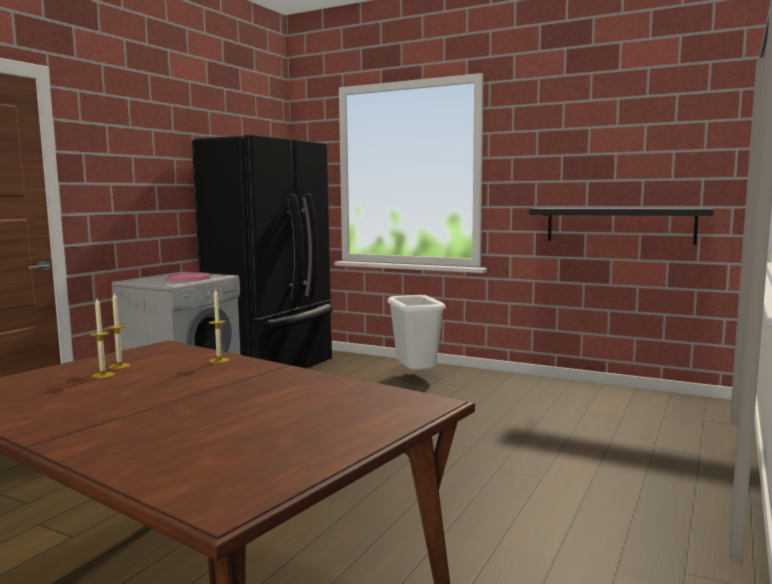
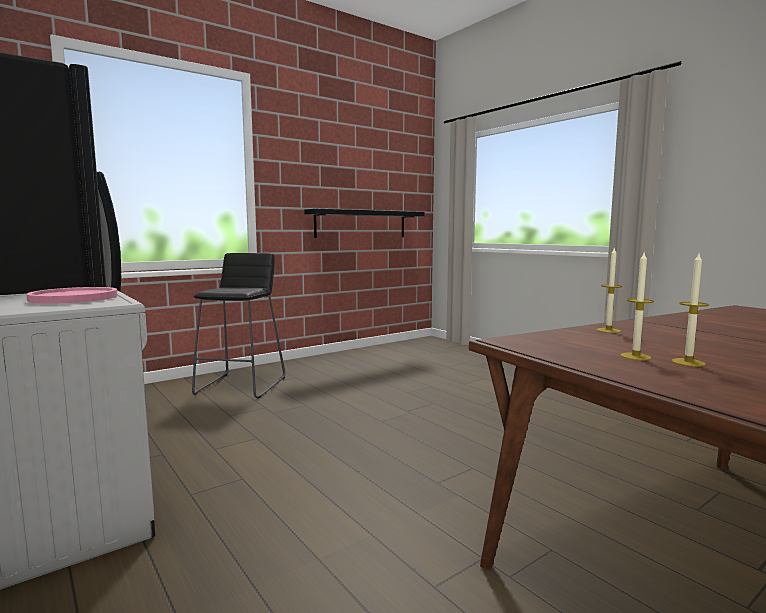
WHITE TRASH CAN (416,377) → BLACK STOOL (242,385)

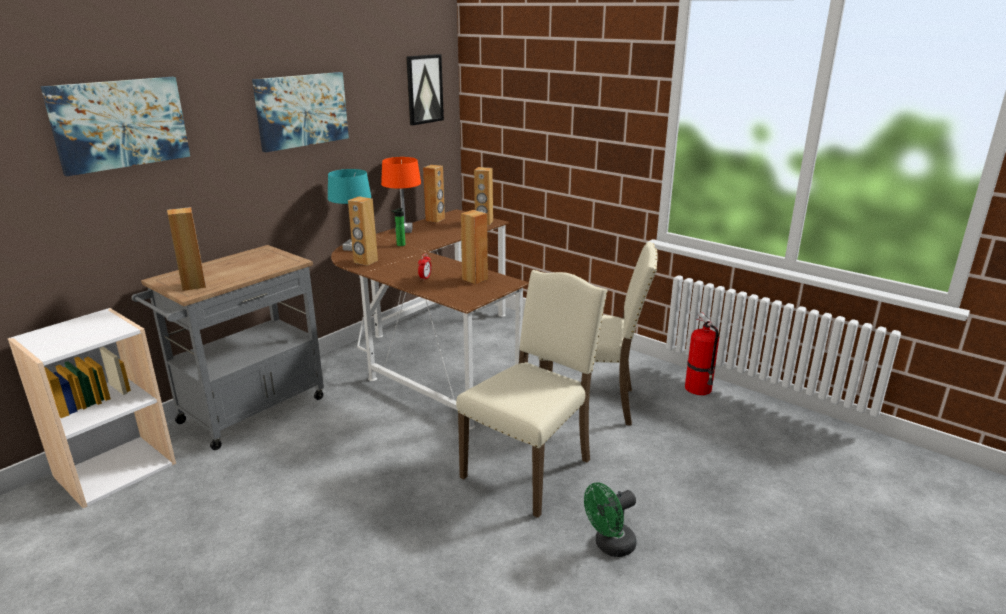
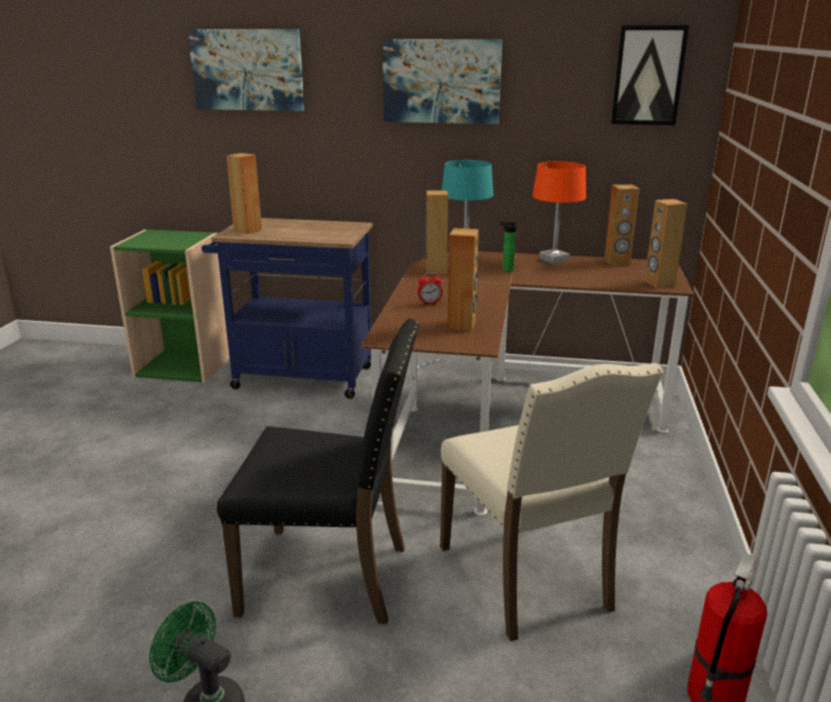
GREY CART (248,412) → BLUE CART (299,378)
BEIGE CHAIR (531,468) → BLACK CHAIR (330,577)
WHITE BOOKCASE (116,468) → GREEN BOOKCASE (185,365)

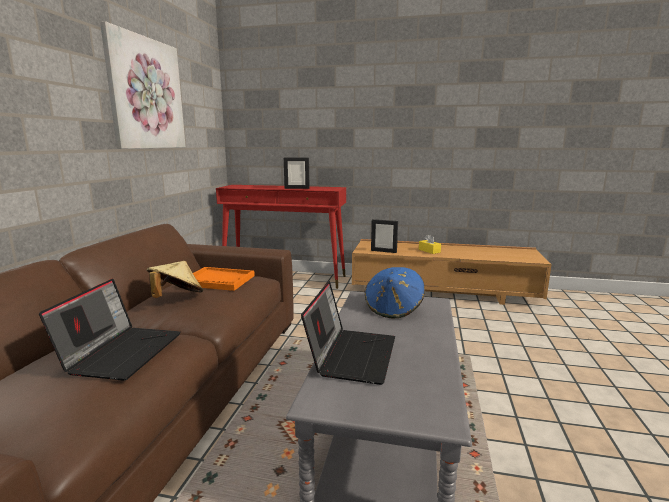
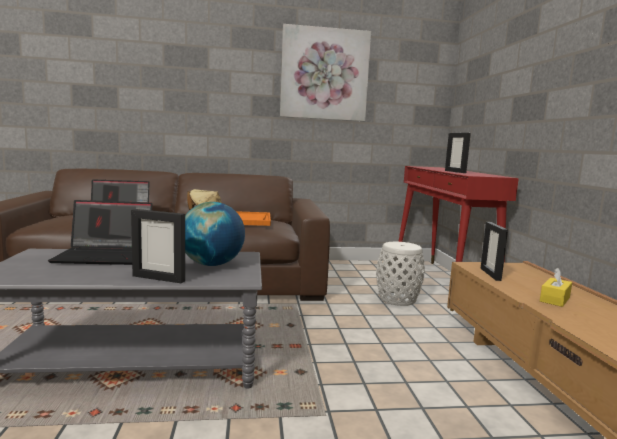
BLUE HAT (394,309) → GLOBE (212,264)
- → PICTURE FRAME (159,278)
- → WHITE STOOL (397,299)

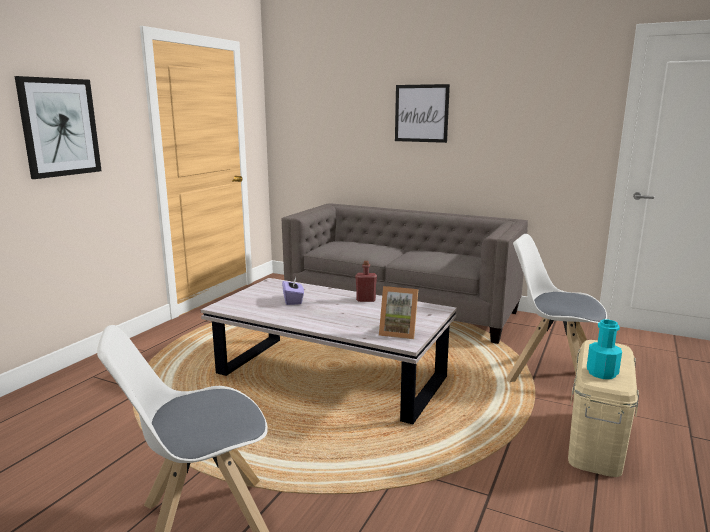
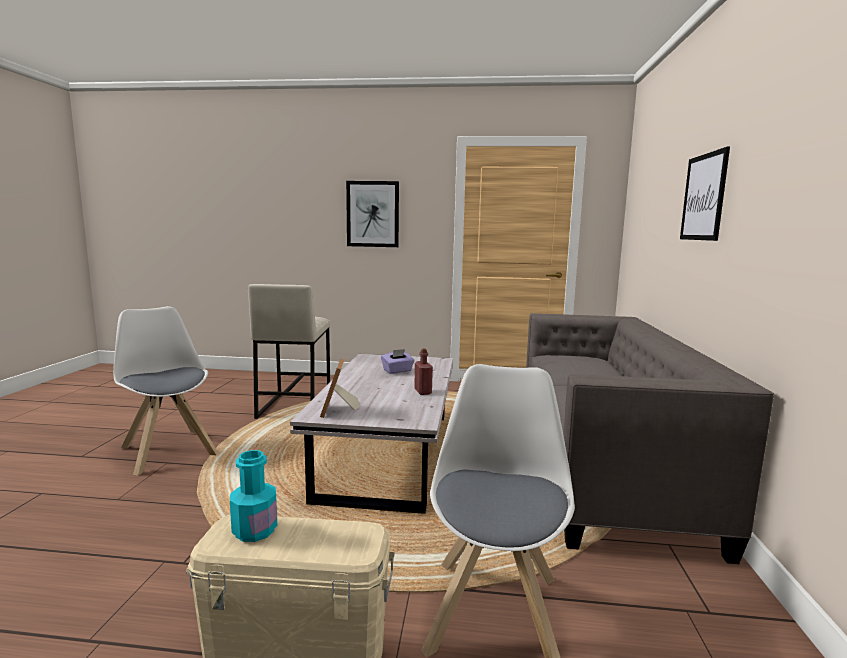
- → BEIGE STOOL (294,406)

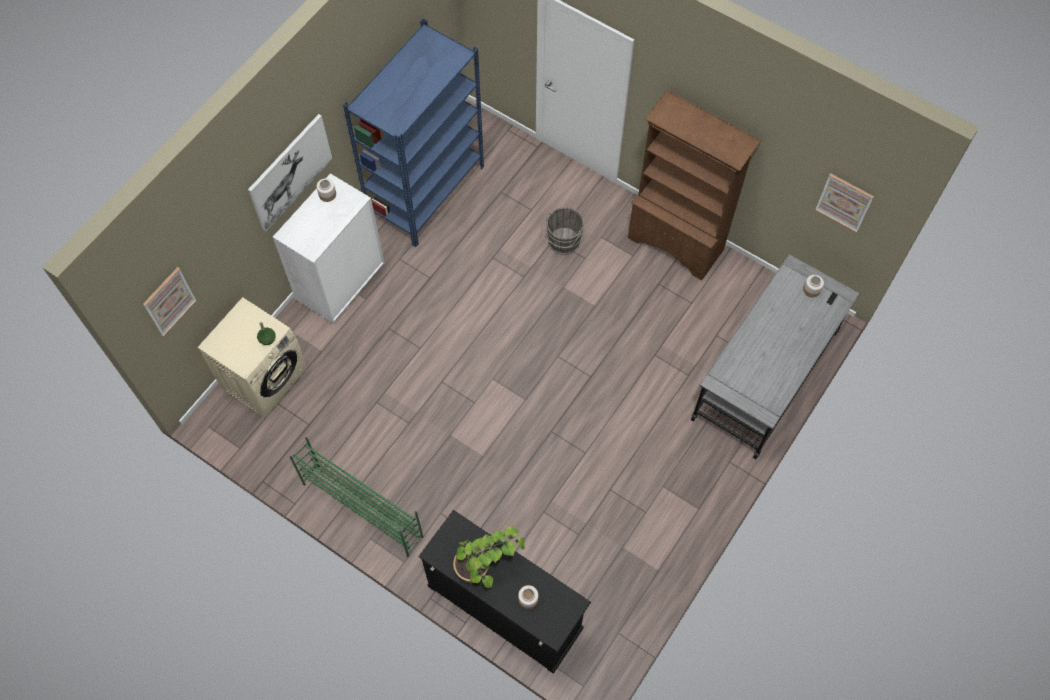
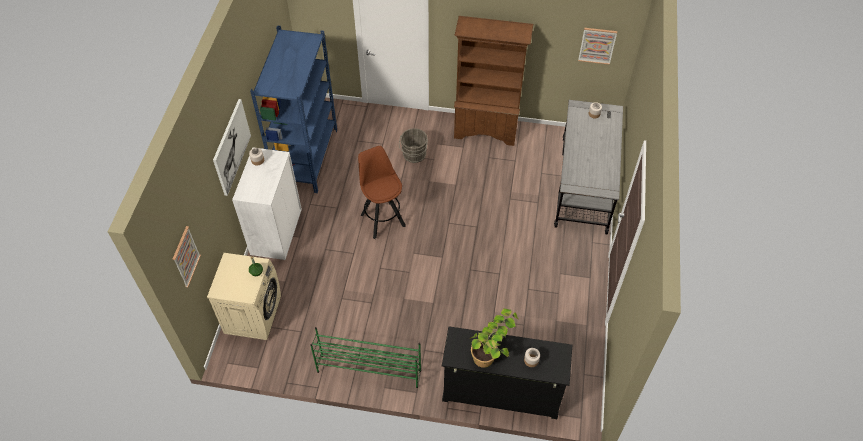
- → BROWN STOOL (382,219)

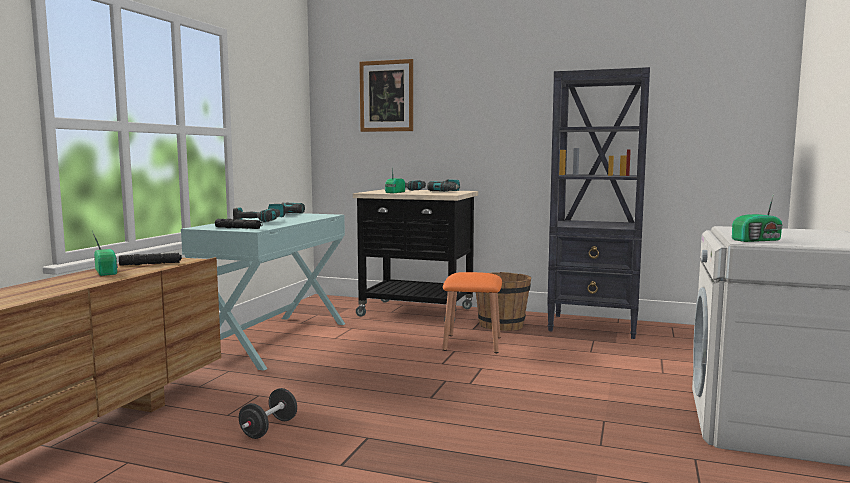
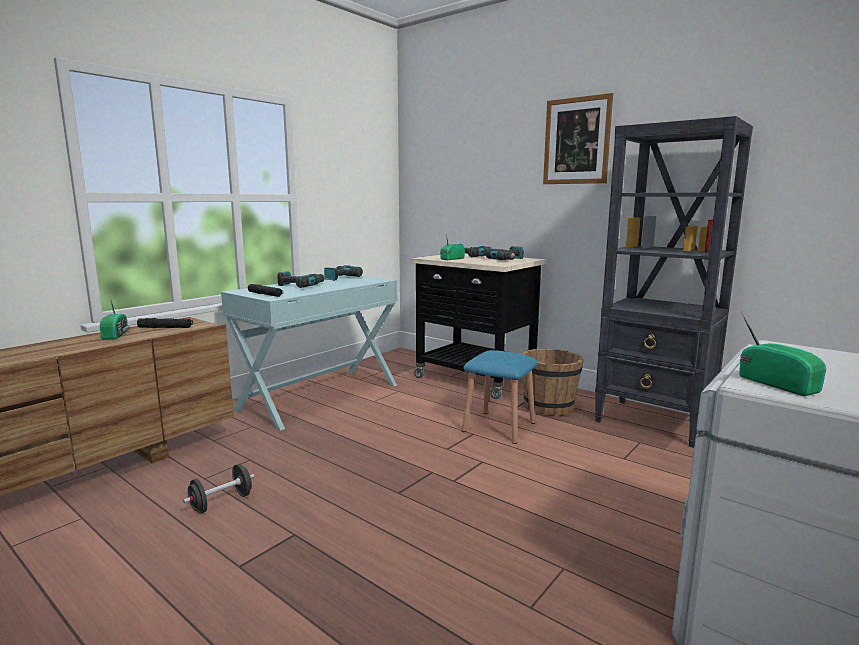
PICTURE (386,96) → PICTURE (576,141), move
RADIO (758,240) → RADIO (776,383), 120 degrees counterclockwise
ORANGE STOOL (472,343) → BLUE STOOL (499,427)

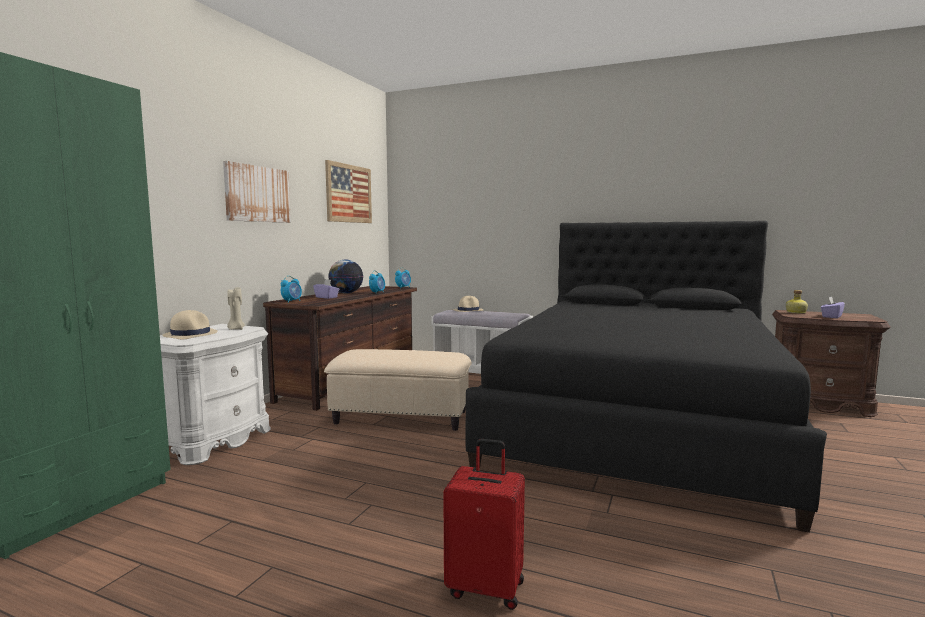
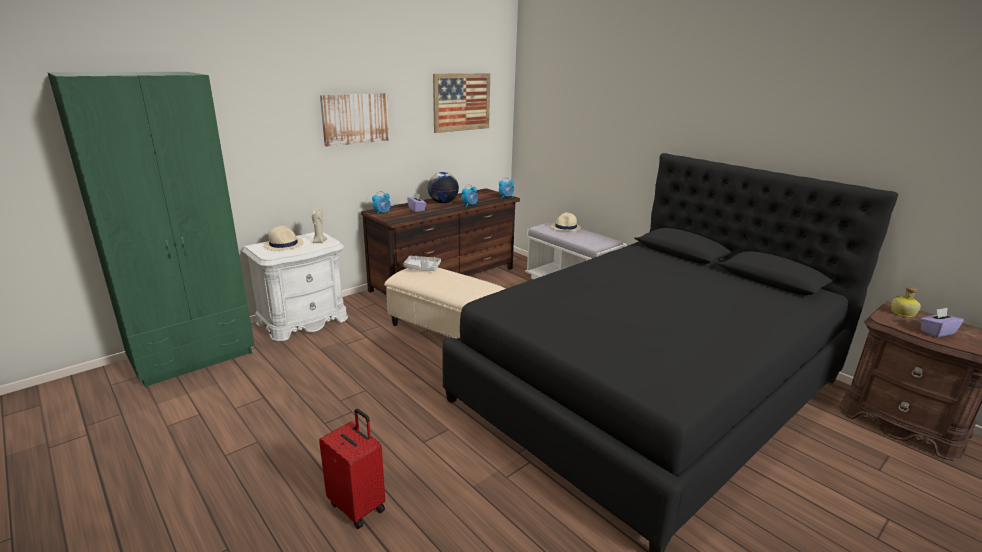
- → GREY TRAY (422,268)

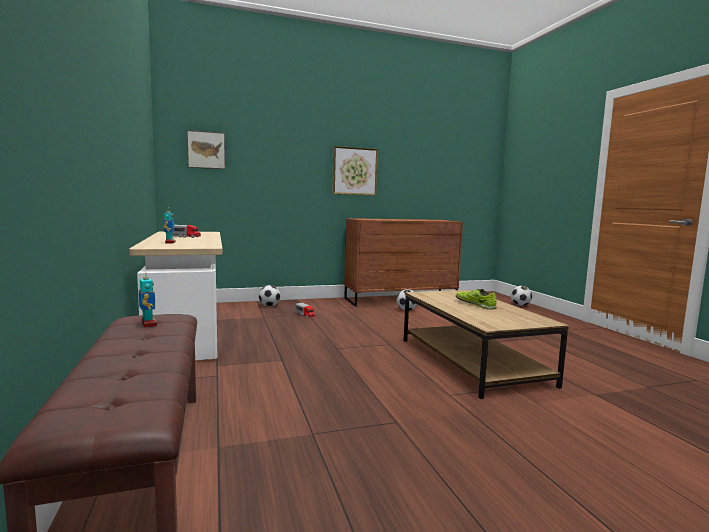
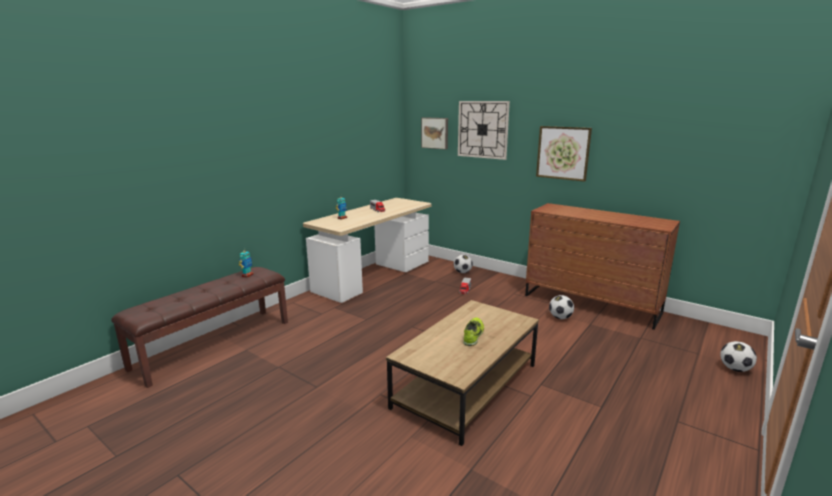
- → WALL CLOCK (482,129)

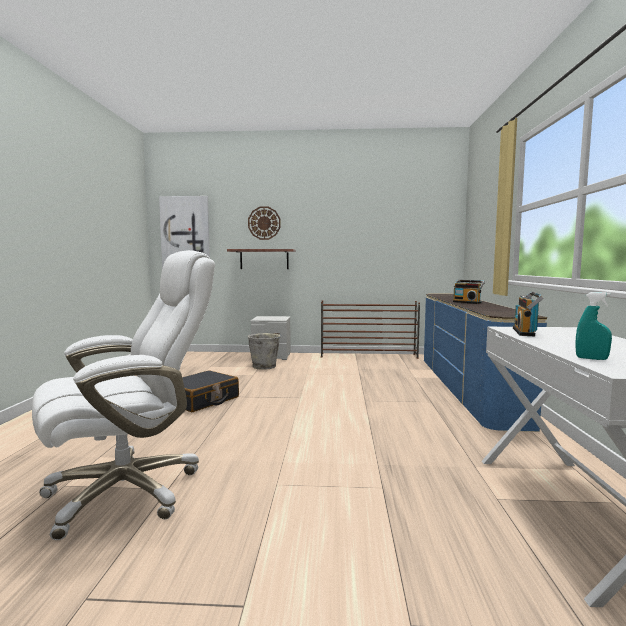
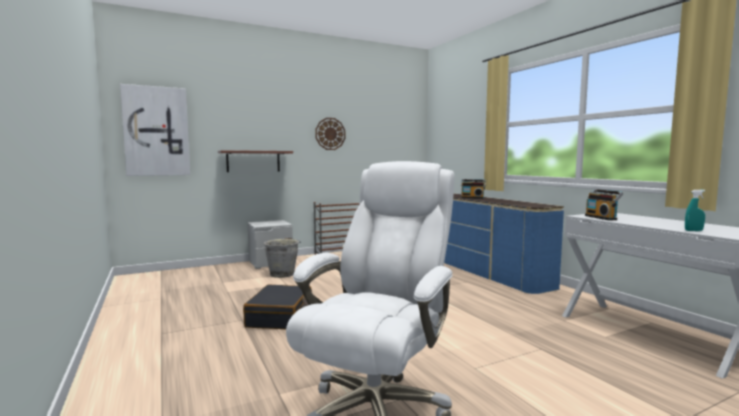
WALL CLOCK (264,223) → WALL CLOCK (330,134), move

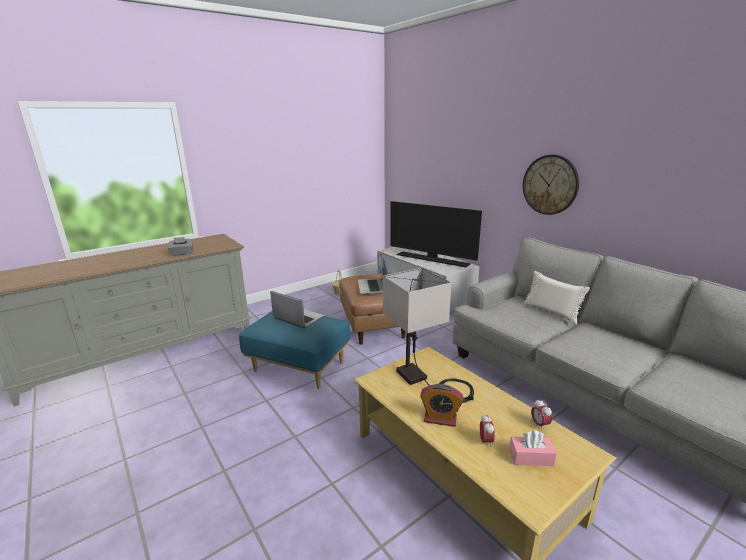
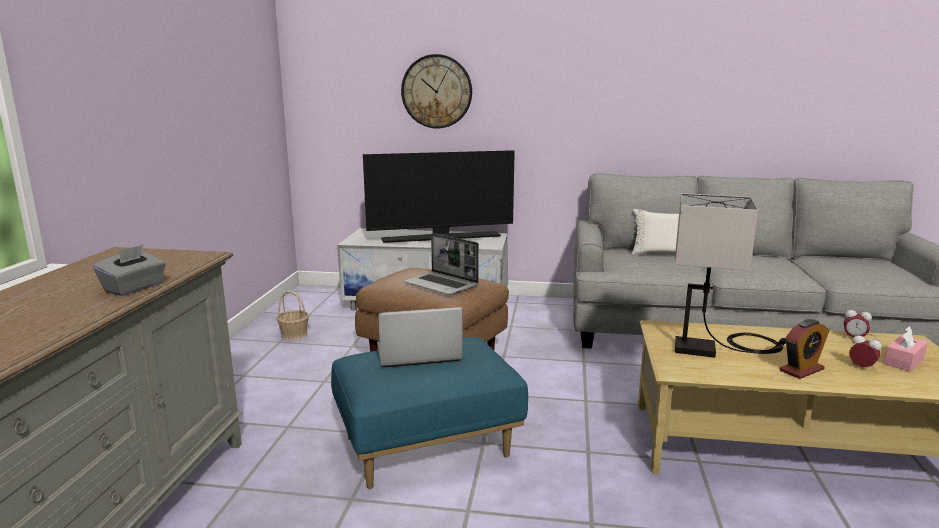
WALL CLOCK (550,185) → WALL CLOCK (436,91), move

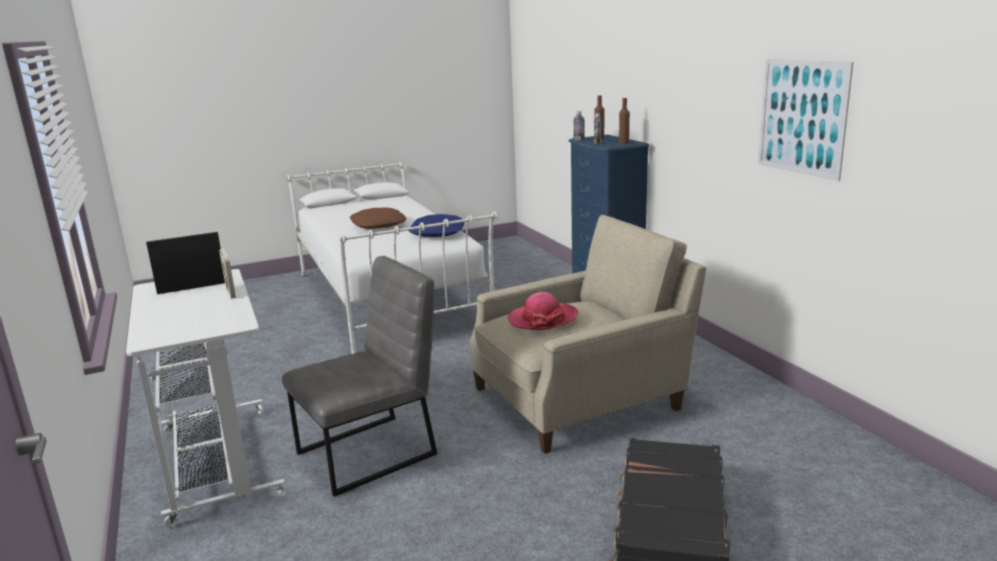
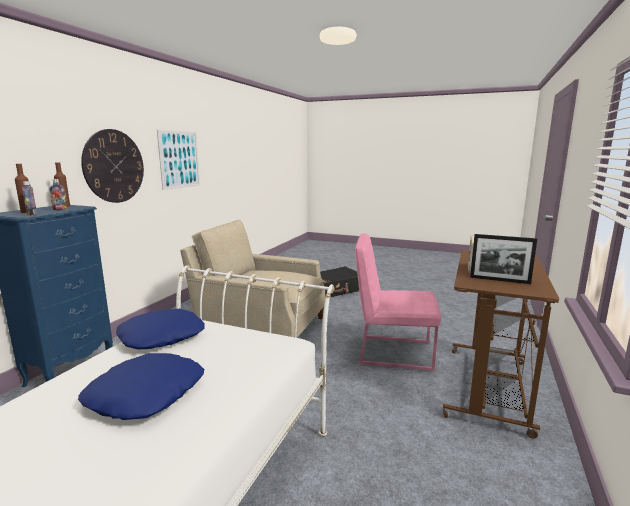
BROWN PILLOW (379,225) → BLUE PILLOW (145,394)
GREY CHAIR (371,452) → PINK CHAIR (392,352)
WHITE DESK (220,462) → BROWN DESK (487,388)
HAT (543,319) → -
- → WALL CLOCK (114,166)

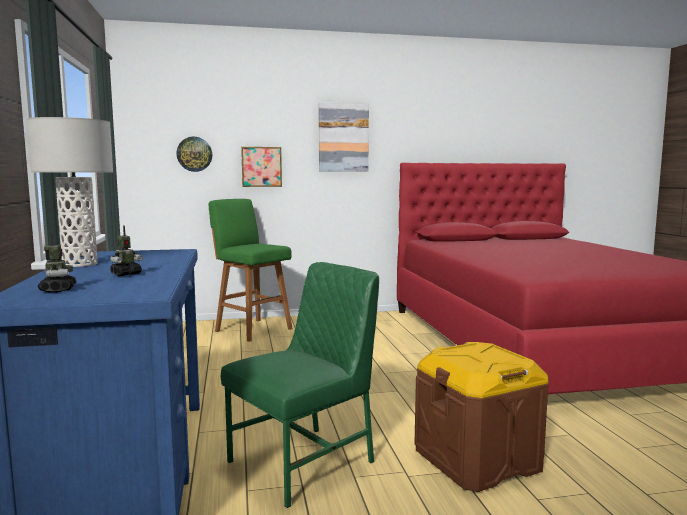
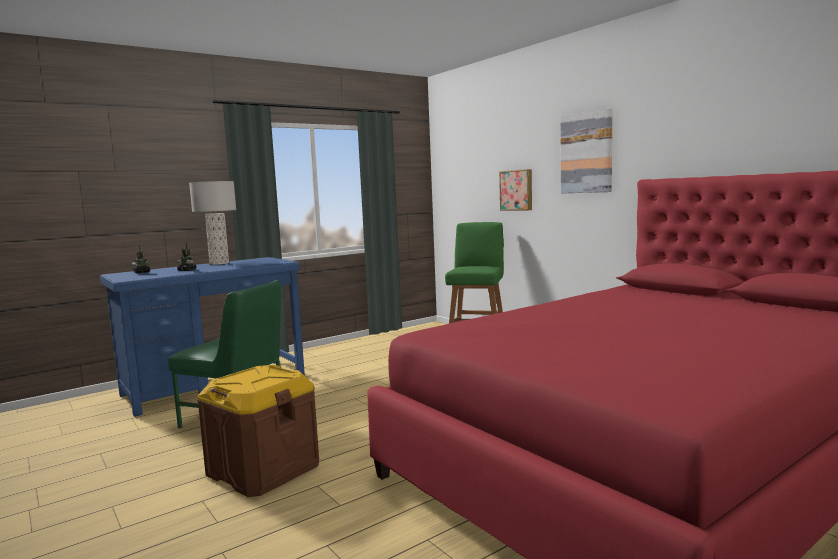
WALL CLOCK (194,154) → -

